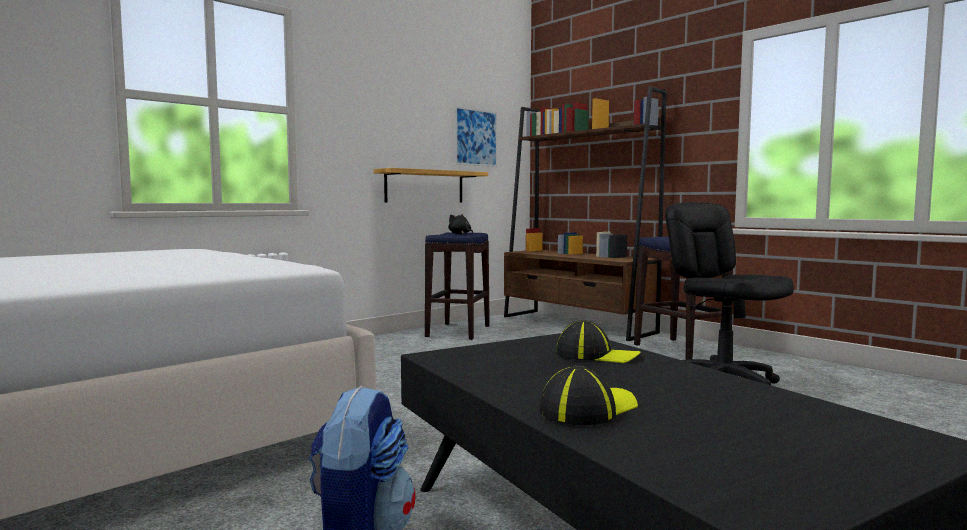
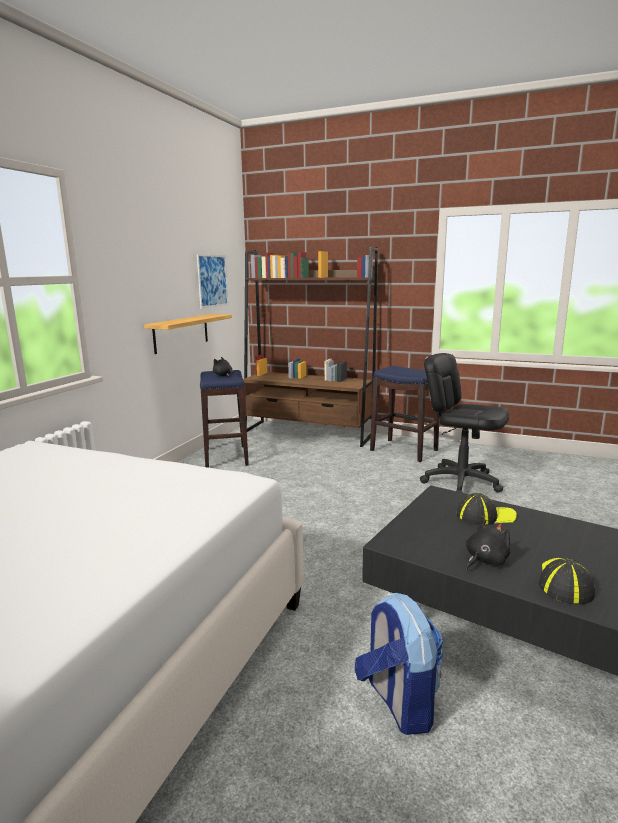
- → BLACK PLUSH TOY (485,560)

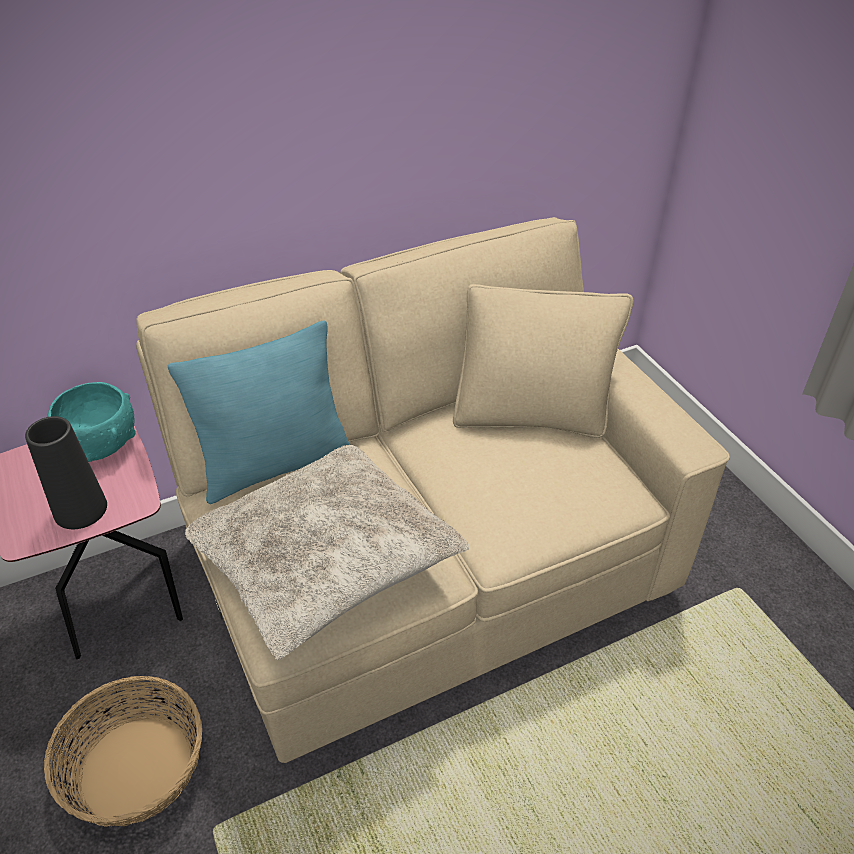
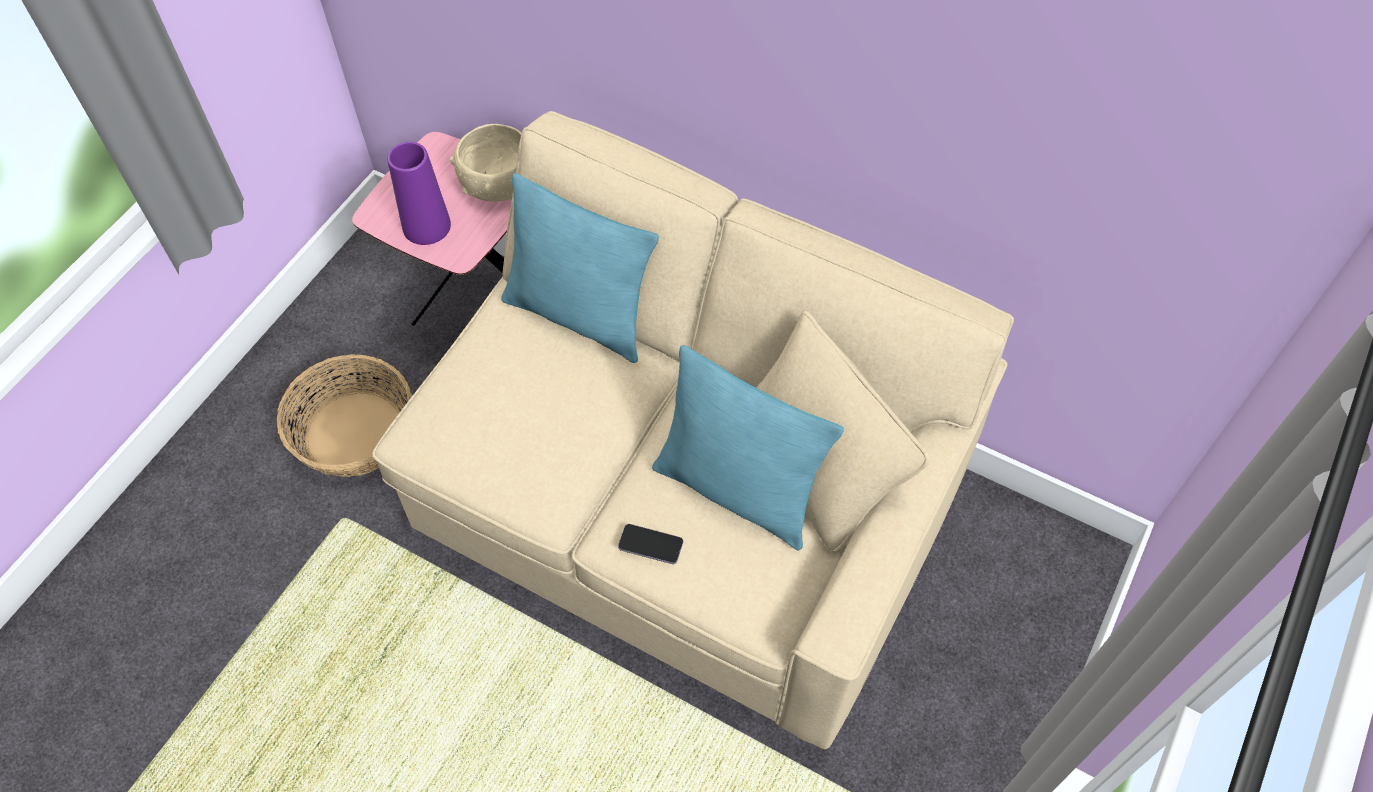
TURQUOISE BOWL (100,444) → BEIGE BOWL (499,184)
BLACK VASE (80,509) → PURPLE VASE (426,226)
BEIGE PILLOW (325,561) → -
- → TURQUOISE PILLOW (737,491)
- → PHONE (650,545)

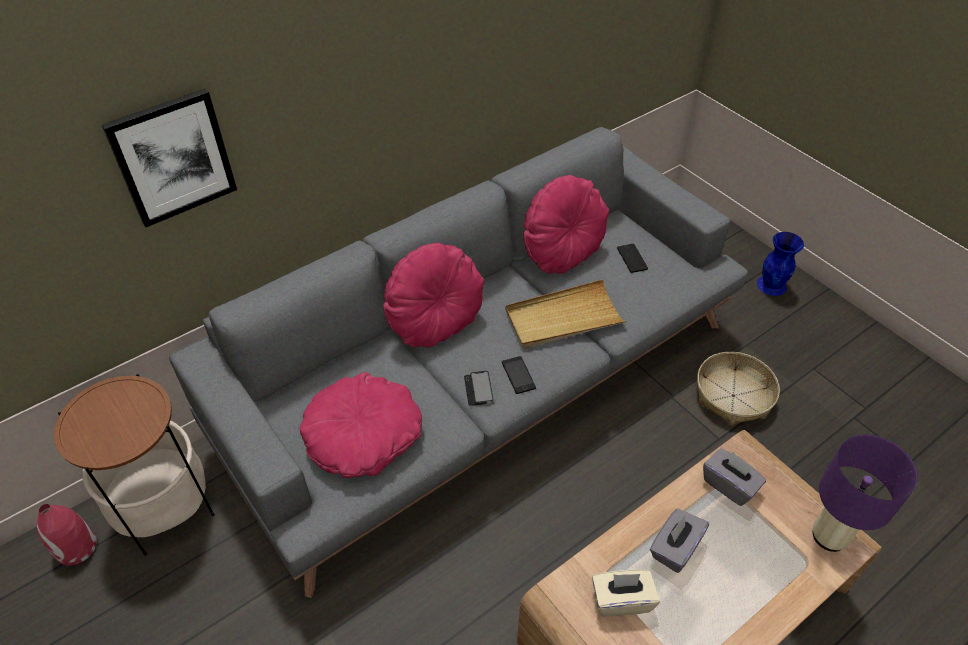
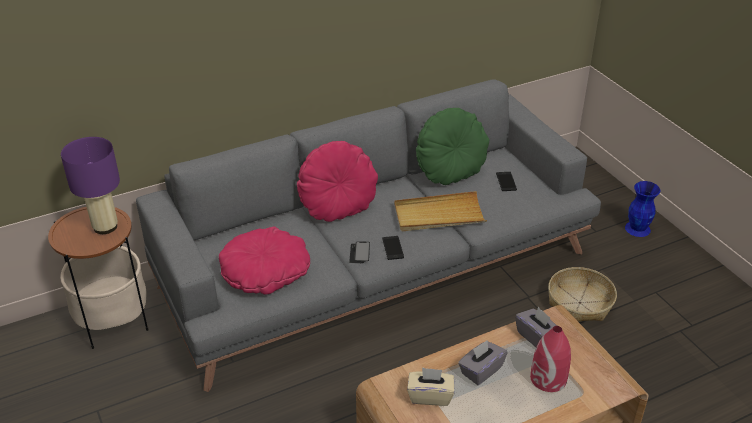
PICTURE (172,157) → -
PINK PILLOW (562,257) → GREEN PILLOW (450,175)
PURPLE TABLE LAMP (829,535) → PURPLE TABLE LAMP (106,226), move
RED VASE (76,547) → RED VASE (548,378), move

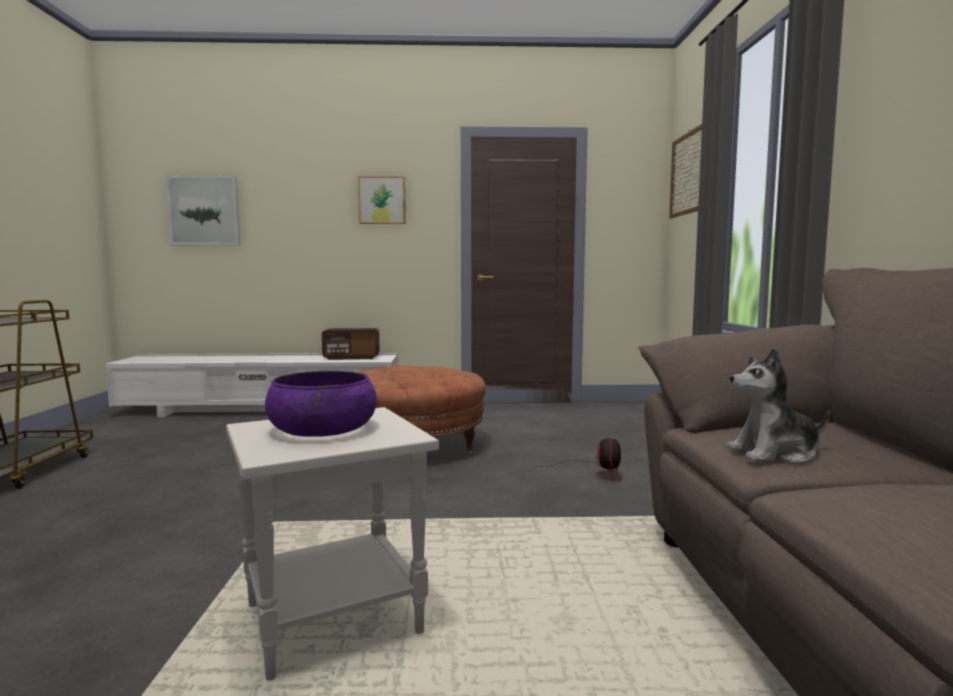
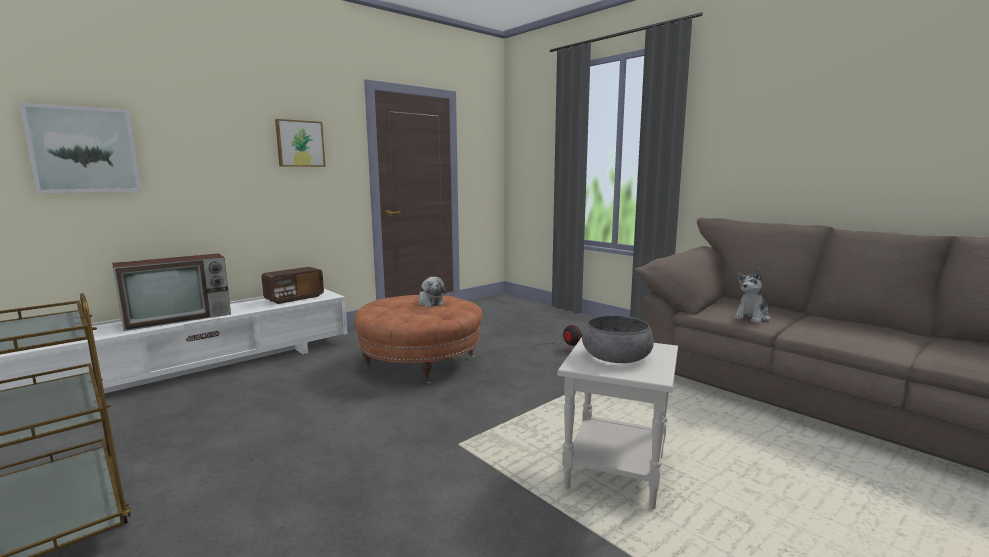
PICTURE (688,172) → -
PURPLE BOWL (322,429) → GREY BOWL (616,356)
- → TELEVISION (180,318)
- → PLUSH TOY (430,302)

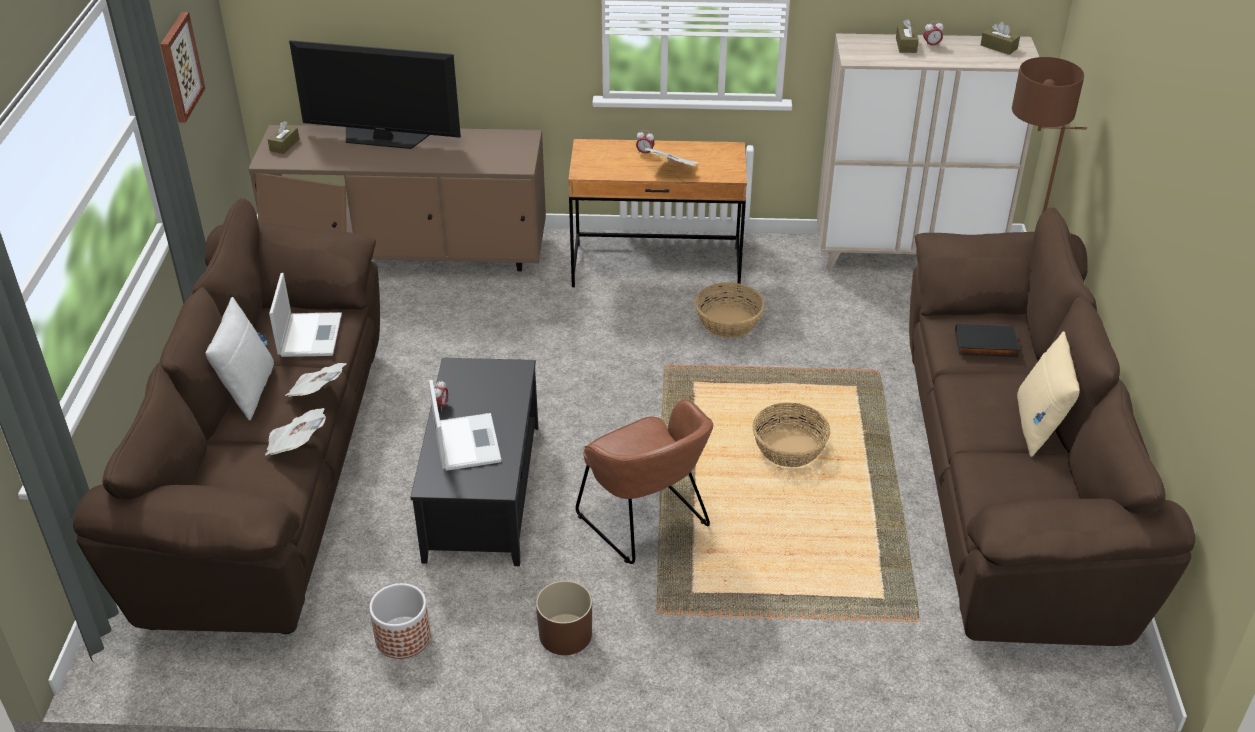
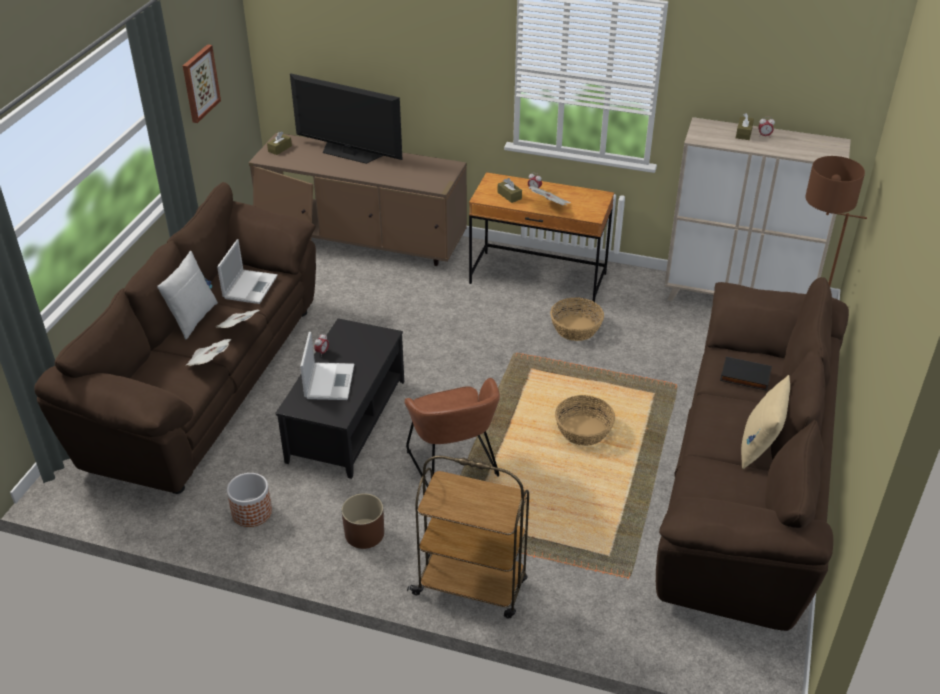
BROWN TISSUE BOX (998,47) → BROWN TISSUE BOX (509,195), move
- → BROWN CART (471,588)

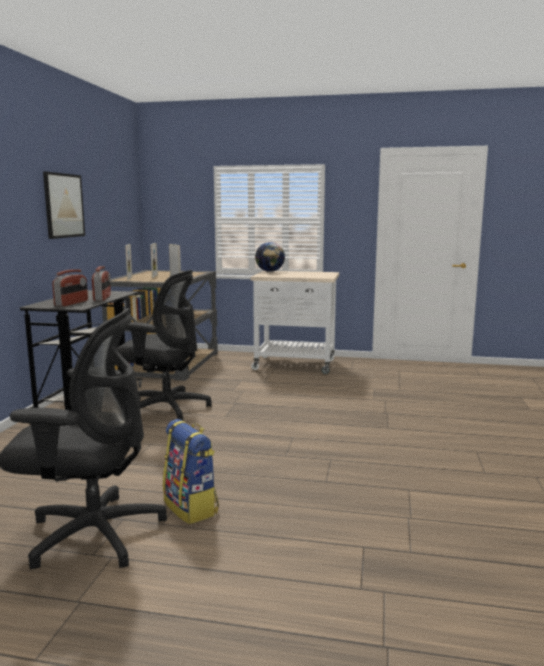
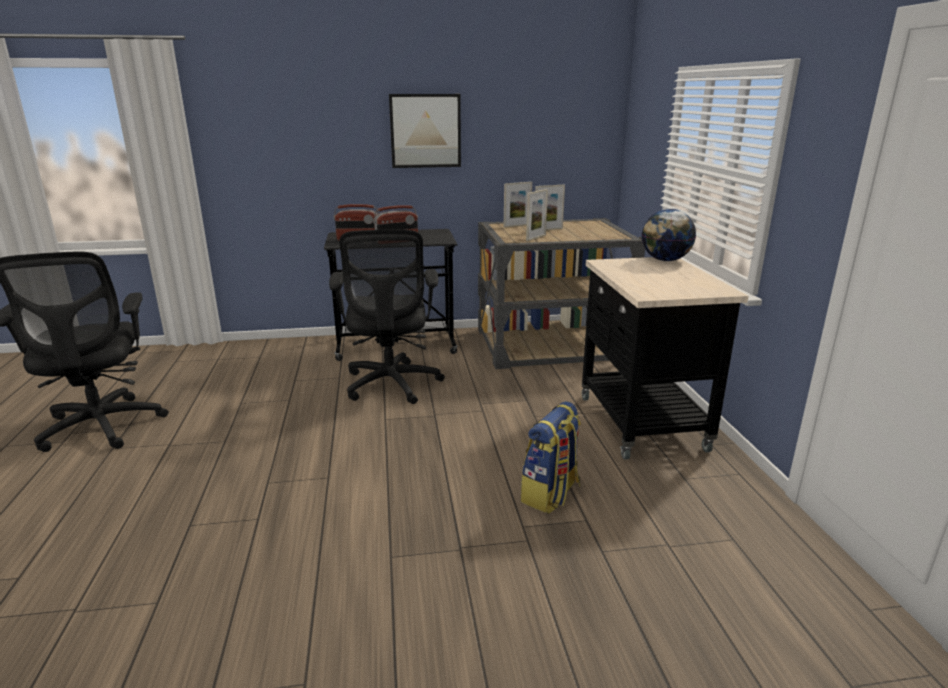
WHITE CART (295,365) → BLACK CART (642,424)
BACKPACK (191,507) → BACKPACK (551,494), move

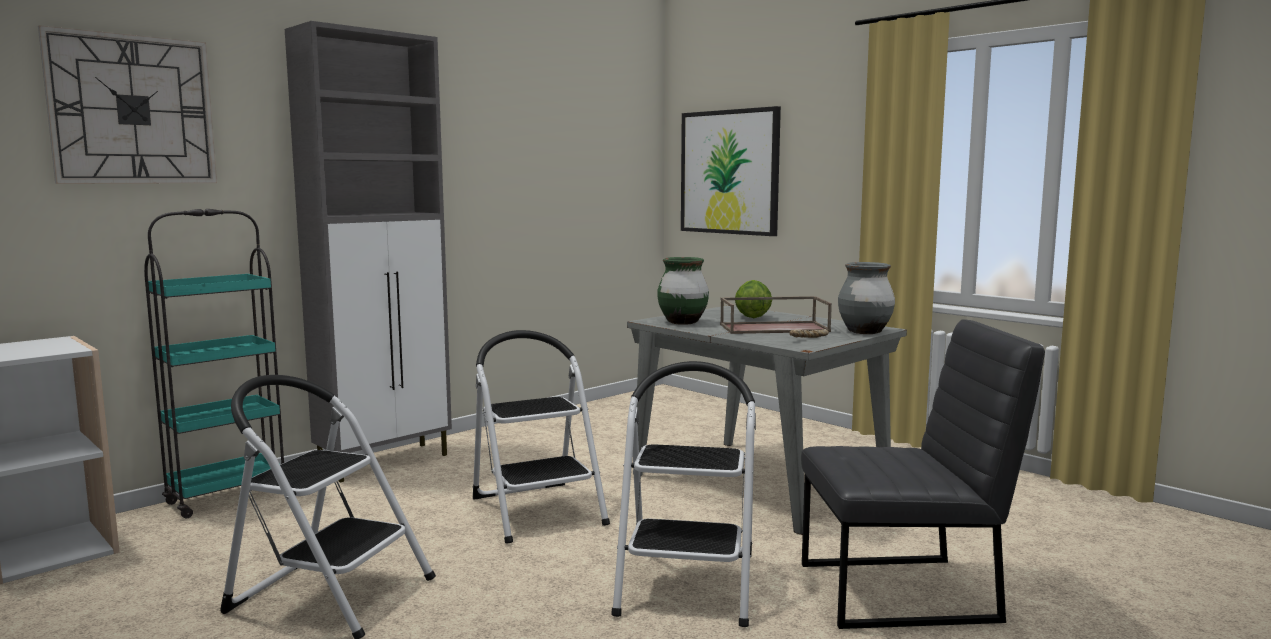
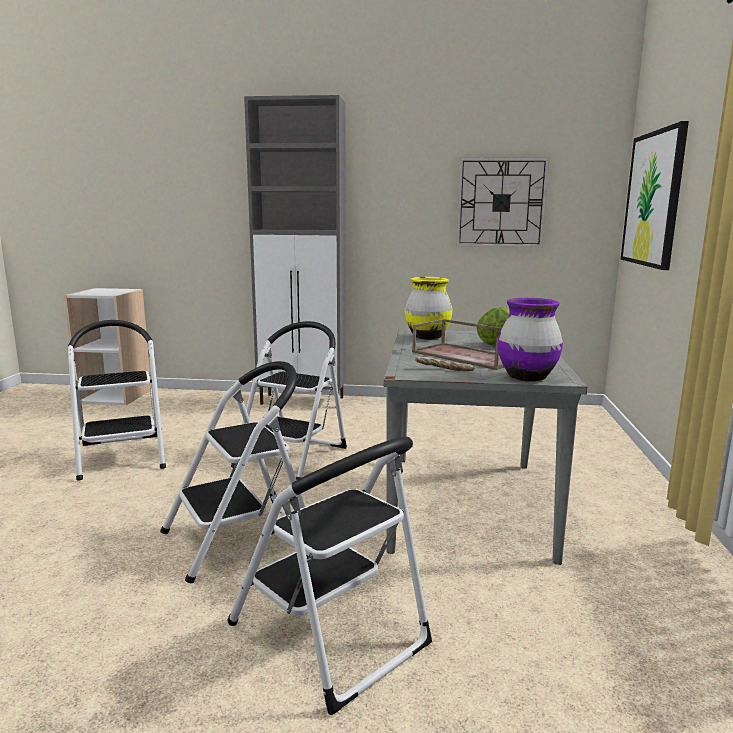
WALL CLOCK (132,110) → WALL CLOCK (501,203), move
TURQUOISE CART (228,498) → -
GREEN VASE (682,322) → YELLOW VASE (427,337)
GREY VASE (864,332) → PURPLE VASE (526,377)
GREY CHAIR (903,592) → STEP LADDER (331,637)

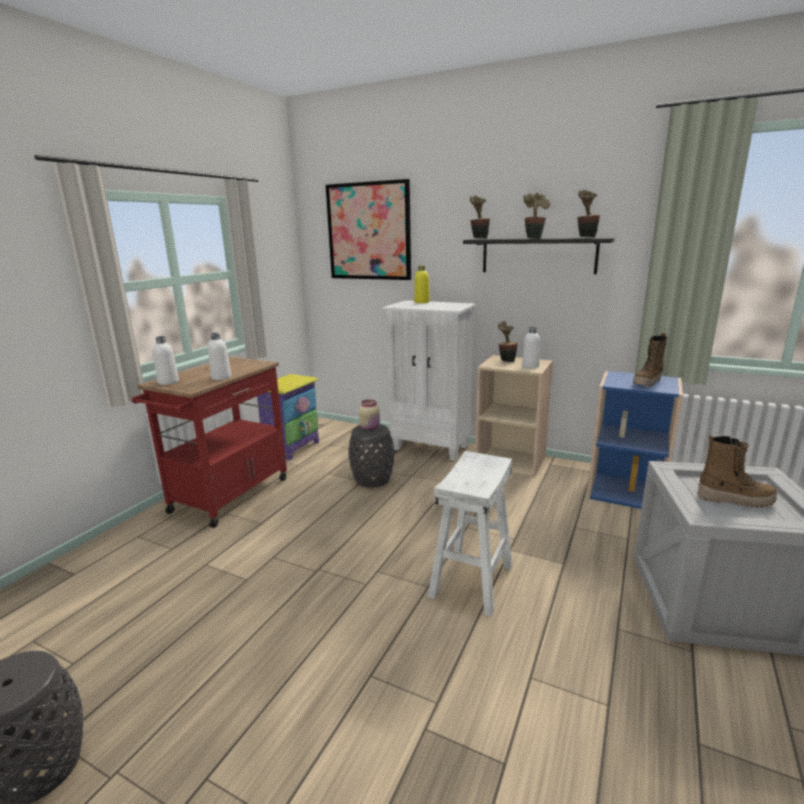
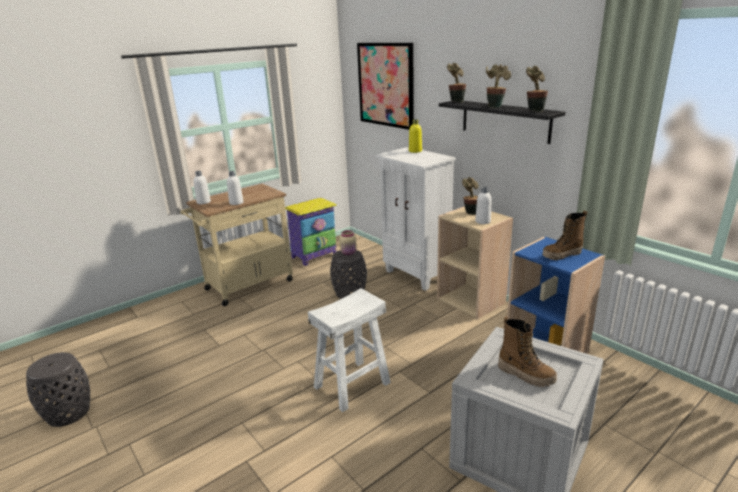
RED CART (227,497) → BEIGE CART (247,286)

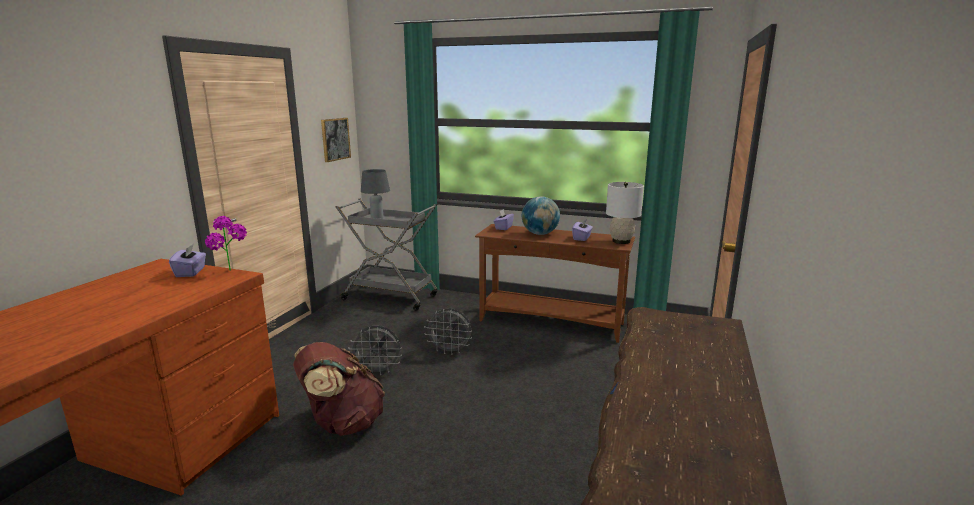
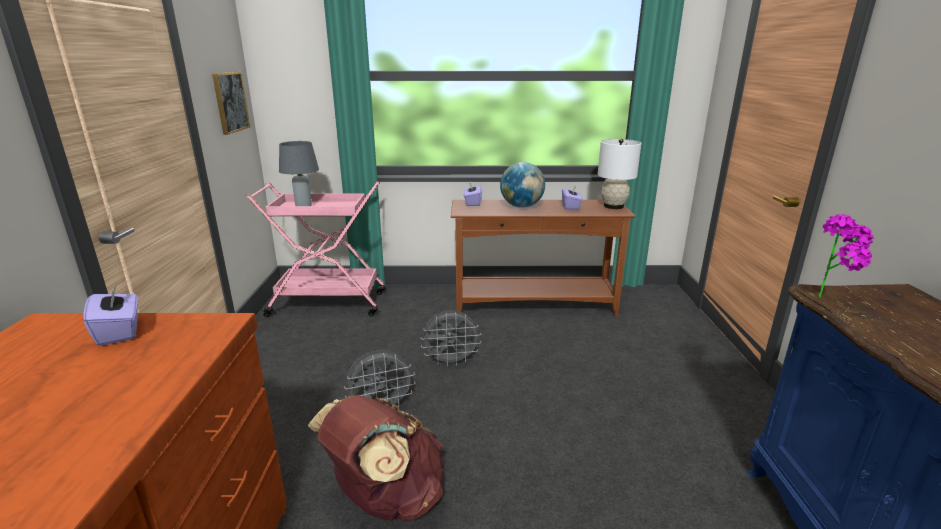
GREY CART (390,298) → PINK CART (328,304)
POTTED PLANT (232,272) → POTTED PLANT (832,300), move

